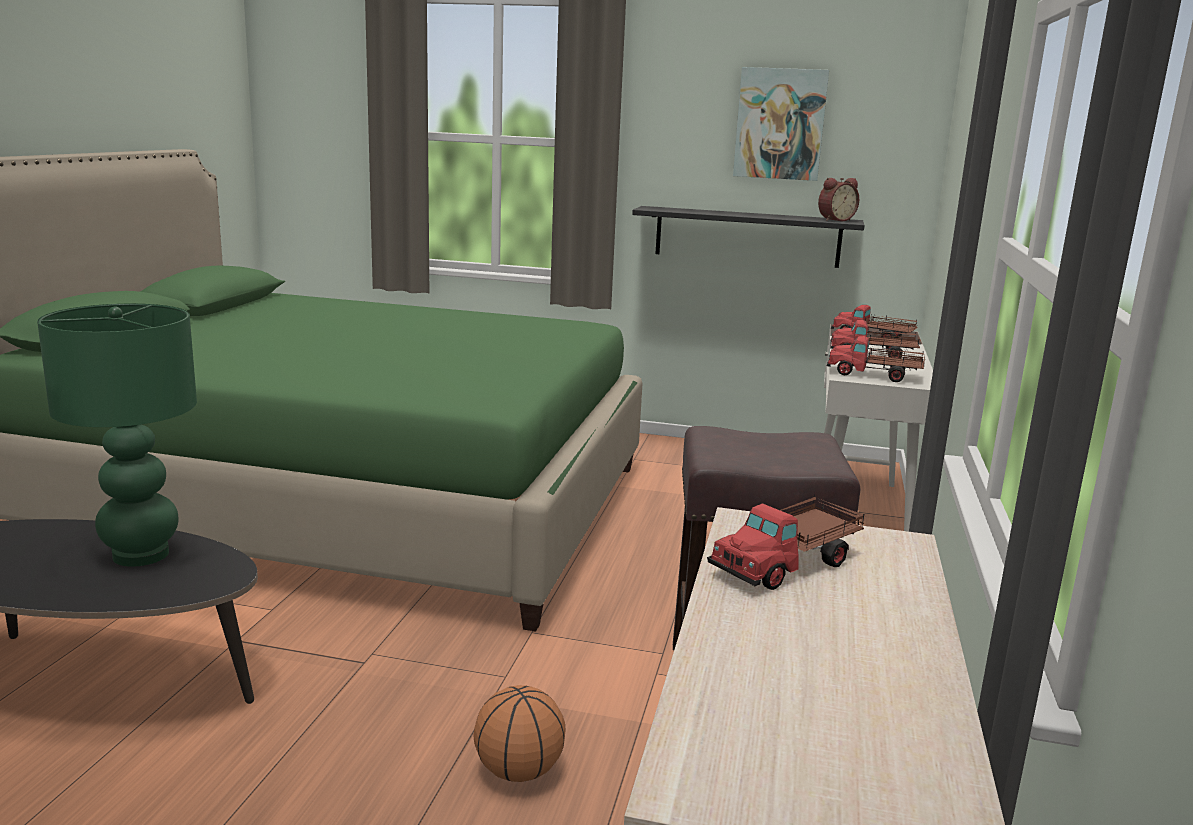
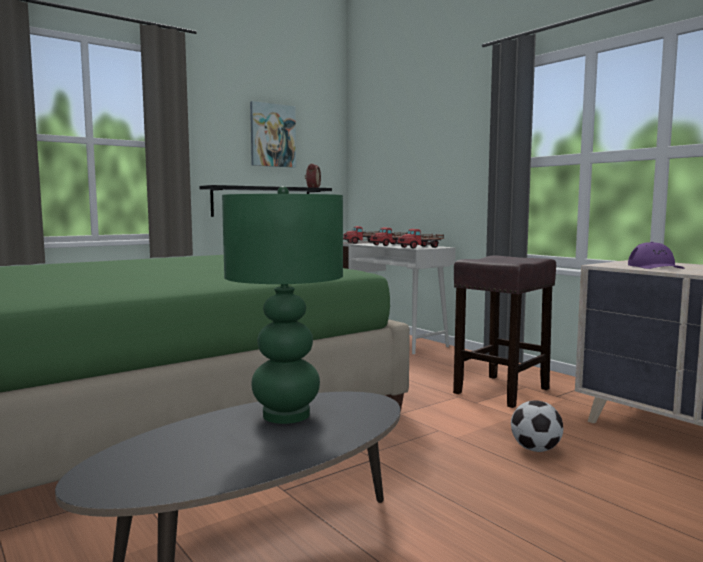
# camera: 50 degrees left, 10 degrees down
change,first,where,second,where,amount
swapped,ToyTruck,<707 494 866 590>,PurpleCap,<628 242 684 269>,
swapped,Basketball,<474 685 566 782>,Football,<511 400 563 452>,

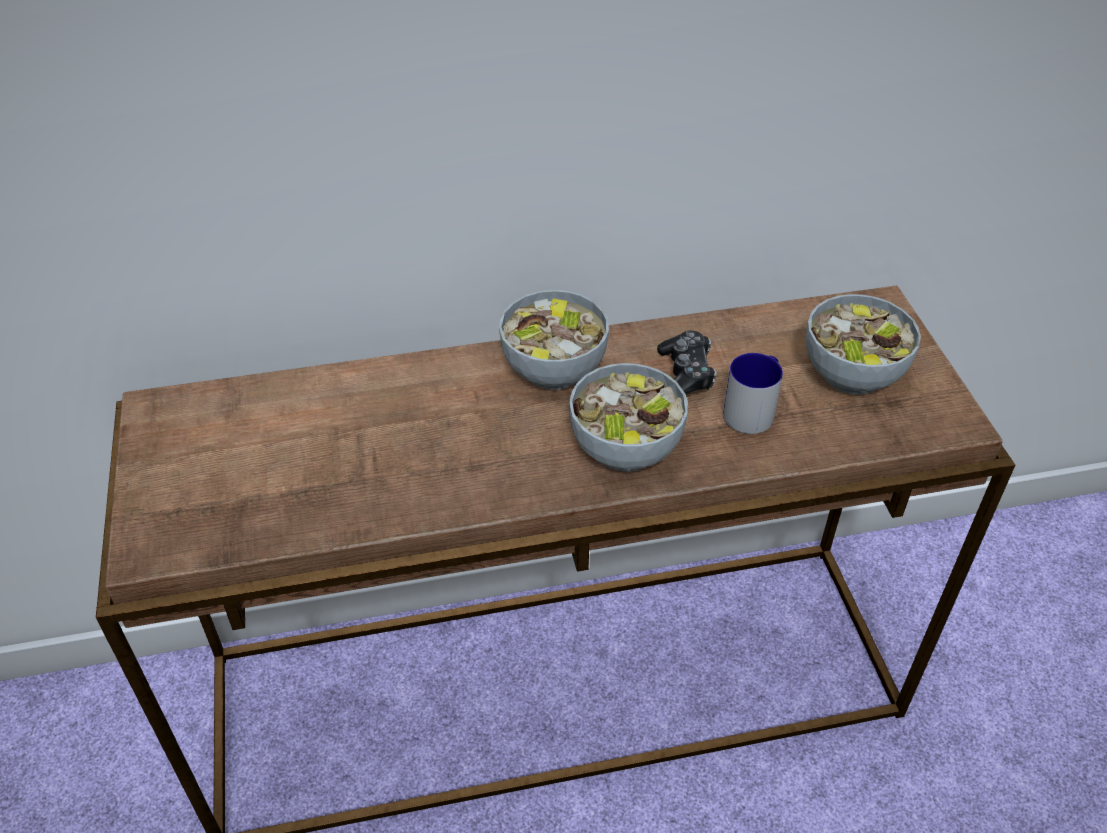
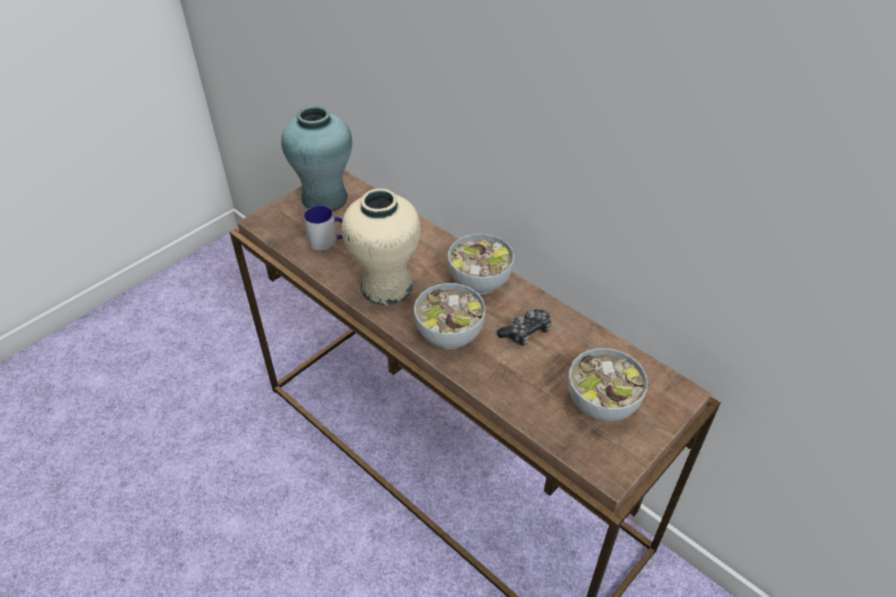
# camera: 55 degrees right, 0 degrees up
change,first,where,second,where,amount
shifted,Mug,<723 353 783 434>,,<304 206 343 251>,
new,,,TurquoiseVase,<281 106 352 211>,
new,,,BeigeVase,<341 188 421 306>,

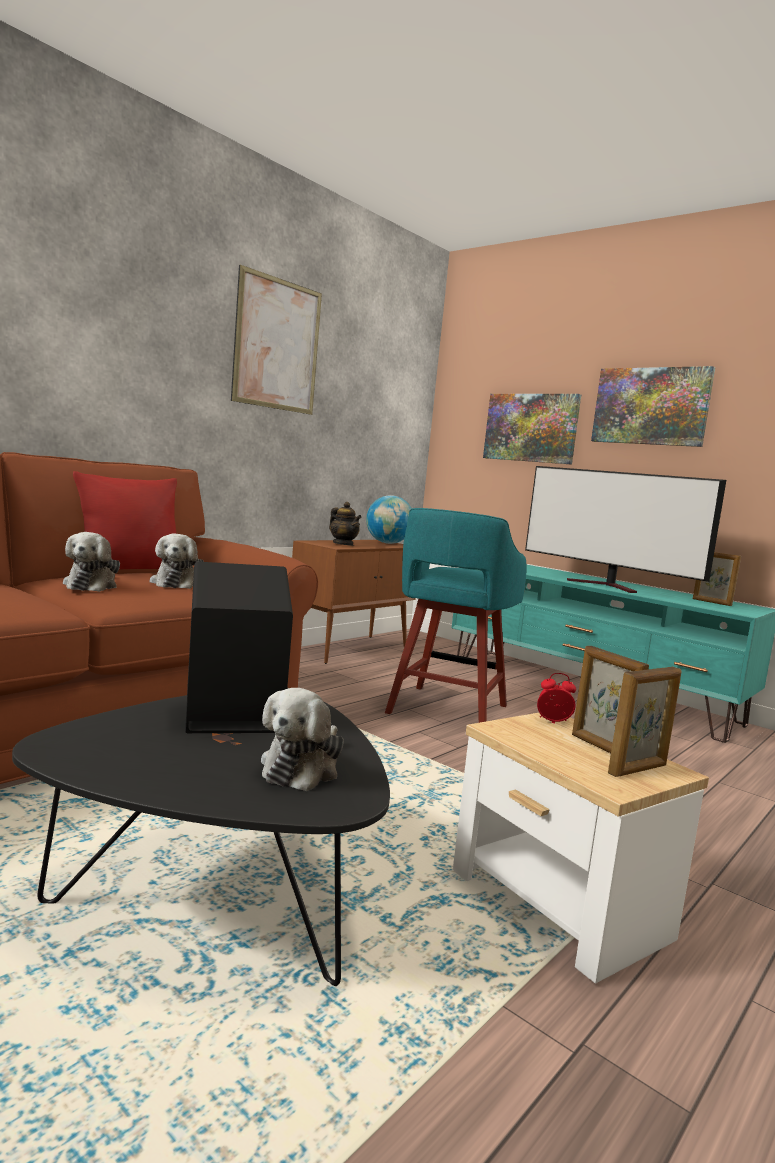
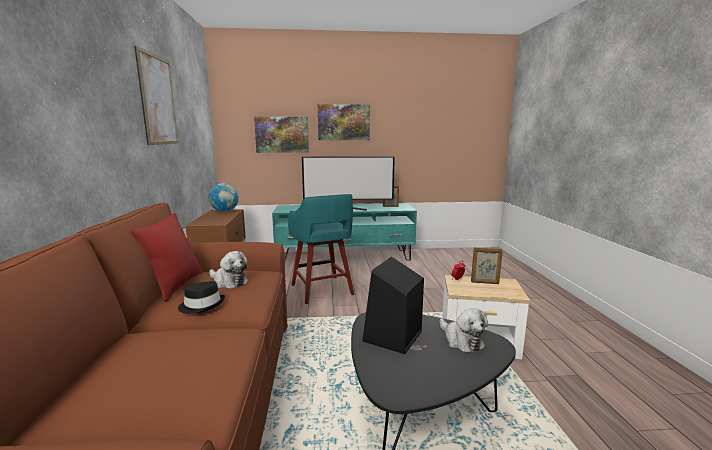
# camera: 45 degrees left, 5 degrees up
change,first,where,second,where,amount
gone,Teapot,<329 502 362 546>,,,
swapped,PlushToy,<63 532 120 592>,BlackHat,<178 281 225 314>,
gone,PictureFrame,<608 667 682 777>,,,

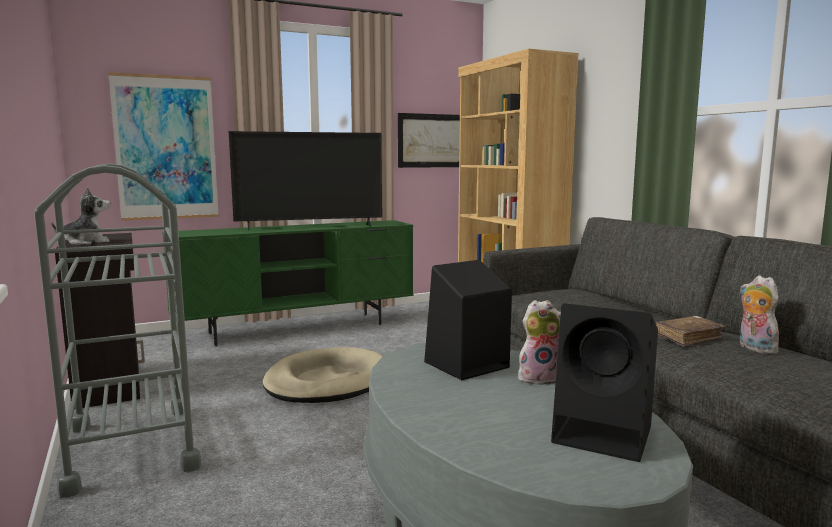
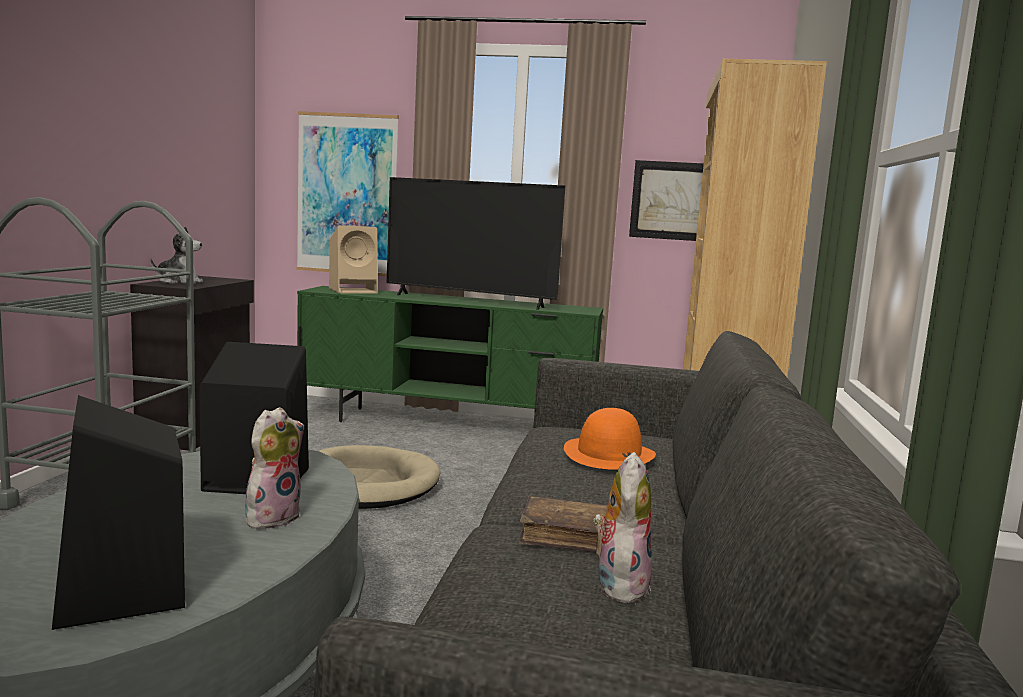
# camera: 35 degrees right, 0 degrees up
change,first,where,second,where,amount
rotated,PlushToy,<518 300 561 385>,,<245 407 304 530>,90 degrees counterclockwise
new,,,BeigeSpeaker,<329 225 378 294>,
new,,,OrangeHat,<564 408 656 470>,

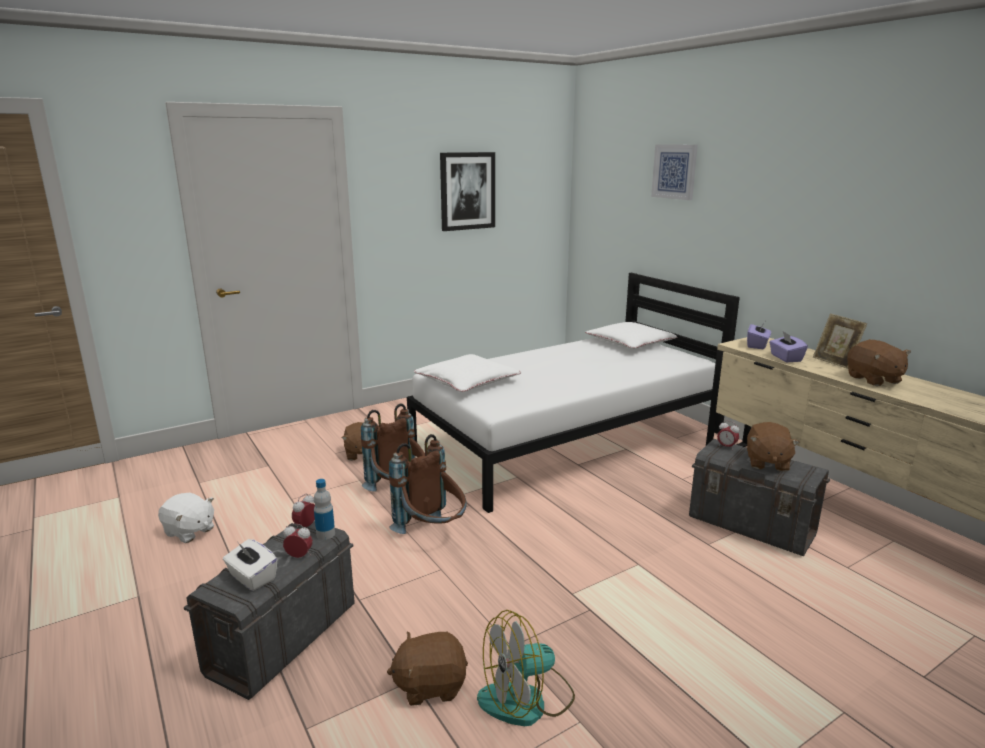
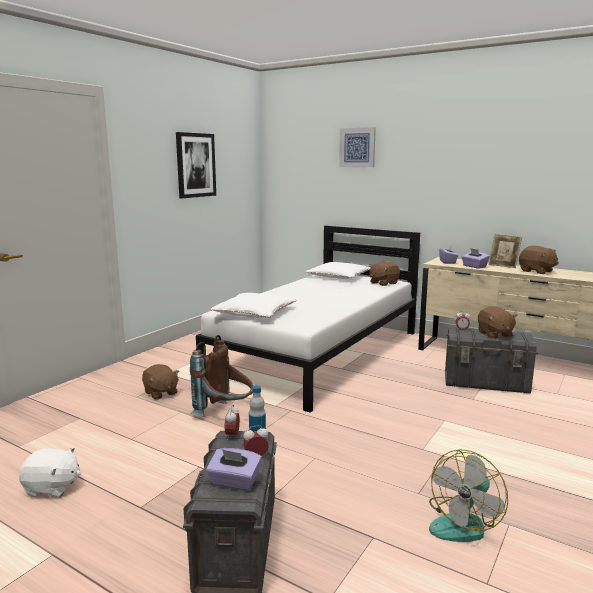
# camera: 25 degrees left, 5 degrees down
change,first,where,second,where,amount
gone,BrownBackpack,<389 434 467 534>,,,
repainted,WhiteTissueBox,<223 539 277 591>,PurpleTissueBox,<206 448 262 491>,
shifted,BrownPlushToy,<387 631 468 706>,,<369 261 400 286>,

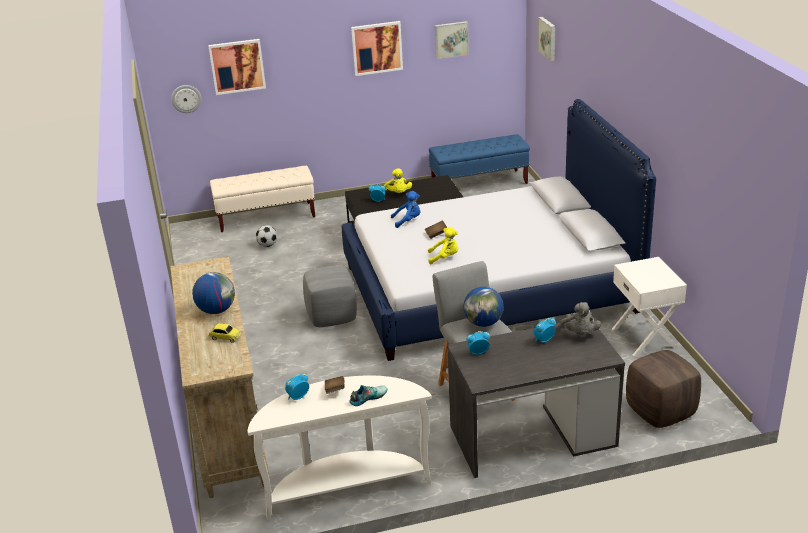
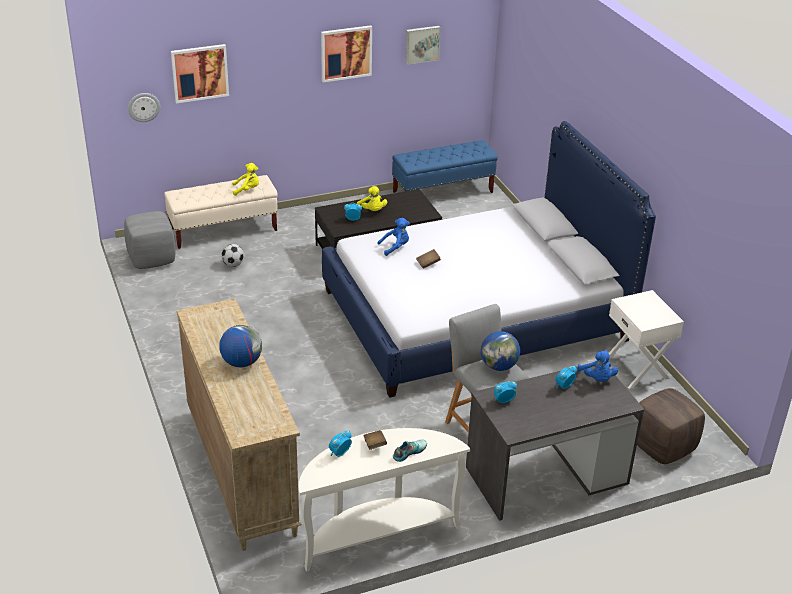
# camera: 10 degrees left, 5 degrees up
change,first,where,second,where,amount
gone,Picture,<538 17 555 61>,,,
shifted,YellowPlushToy,<428 227 458 264>,,<232 163 259 196>,
shifted,GreyOttoman,<303 265 357 327>,,<124 211 175 269>,
repainted,GreyPlushToy,<560 302 601 335>,BluePlushToy,<577 350 618 382>,
gone,ToyCar,<209 323 241 343>,,,

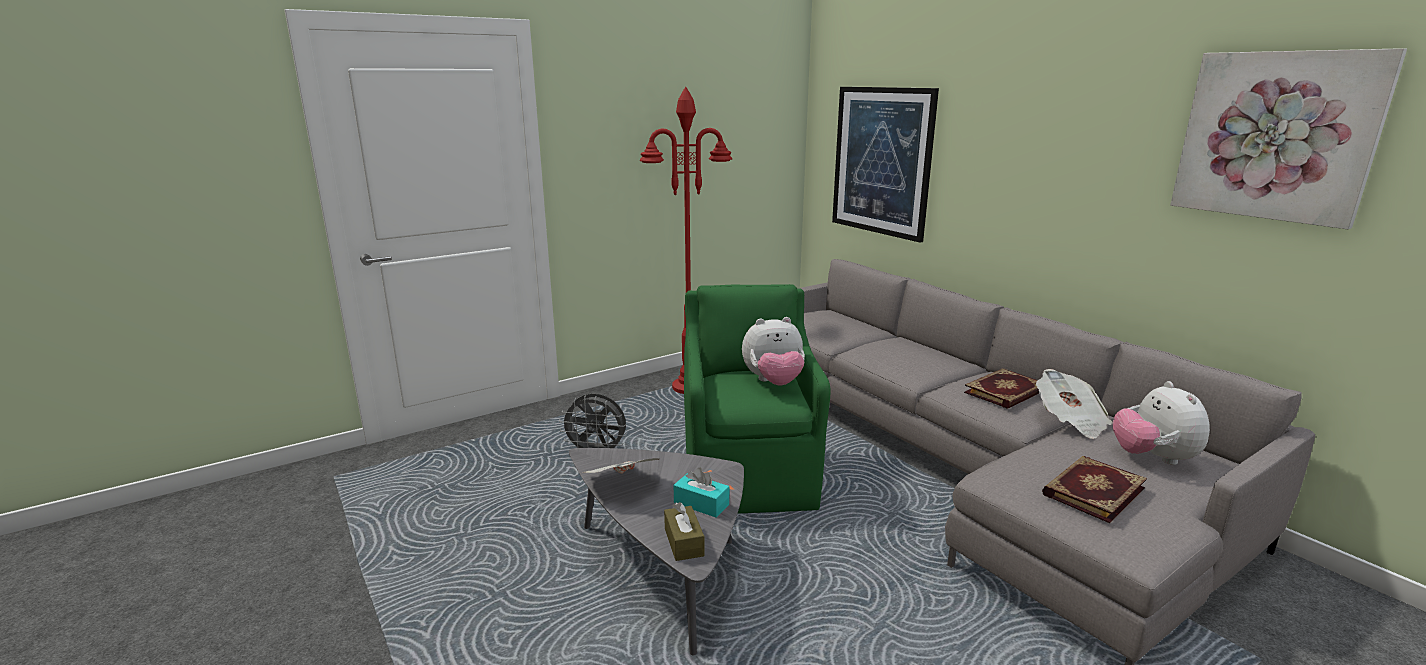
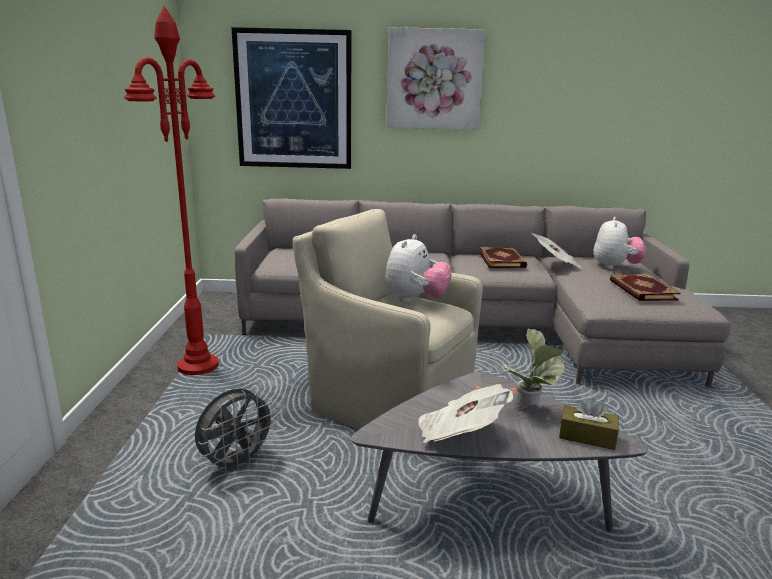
# camera: 55 degrees left, 0 degrees up
change,first,where,second,where,amount
shifted,Picture,<1170 48 1407 229>,,<386 27 486 130>,
repainted,GreenArmchair,<684 284 830 513>,BeigeArmchair,<293 209 483 429>,
rotated,PlushToy,<1113 381 1210 465>,,<593 217 646 269>,105 degrees counterclockwise
swapped,TurquoiseTissueBox,<674 468 729 517>,PottedPlant,<503 328 565 409>,

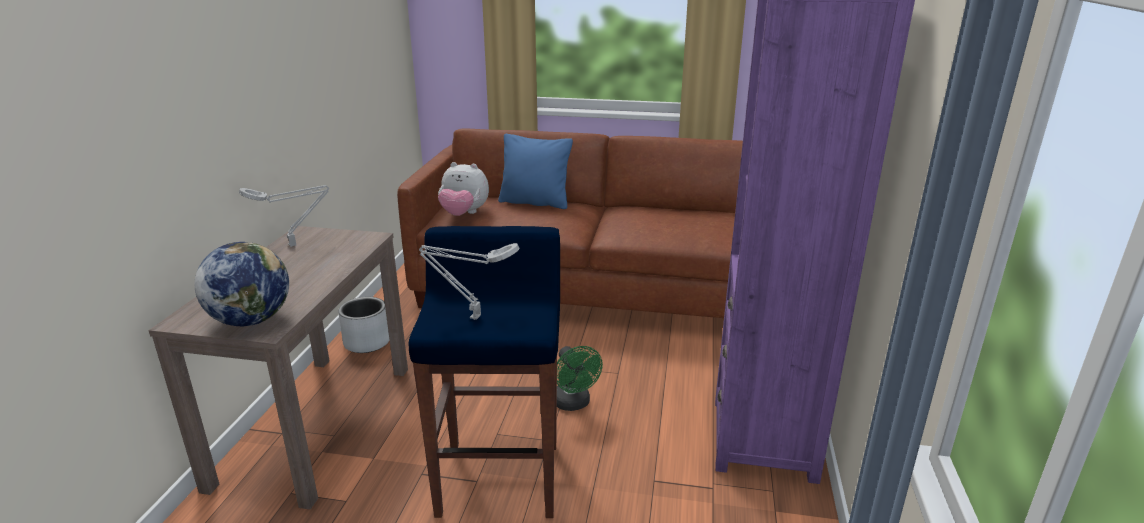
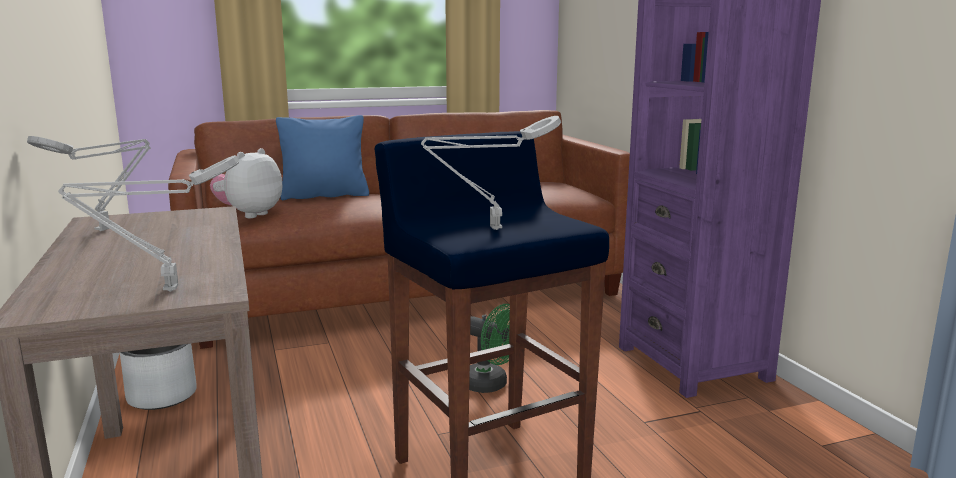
# camera: 30 degrees left, 10 degrees down
change,first,where,second,where,amount
rotated,PlushToy,<438 162 489 216>,,<210 148 282 218>,135 degrees clockwise
swapped,Globe,<195 242 289 326>,GreyTableLamp,<58 155 240 292>,

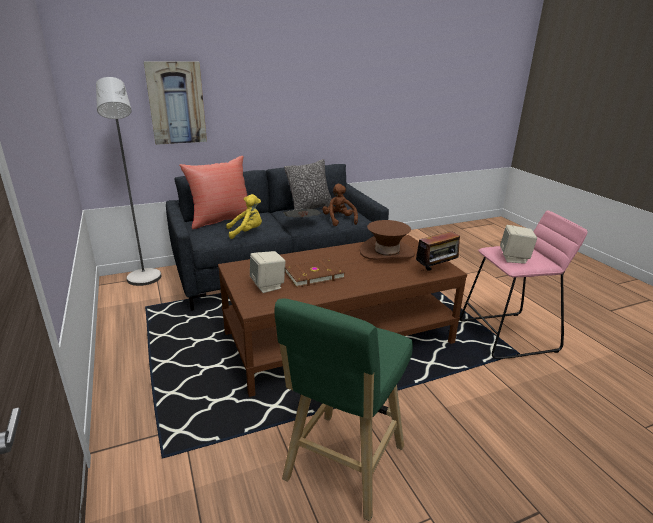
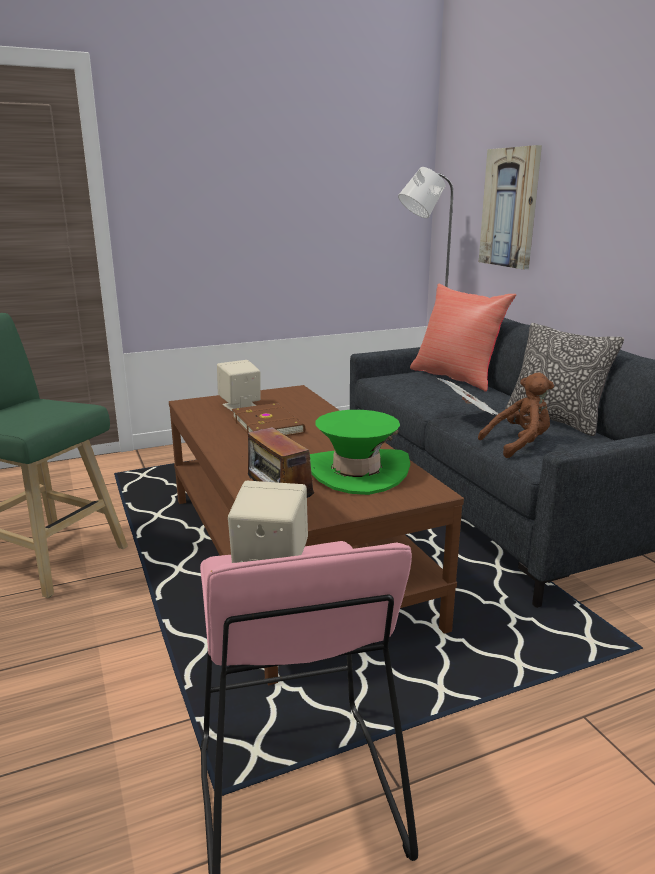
# camera: 90 degrees right, 5 degrees down
change,first,where,second,where,amount
gone,YellowPlushToy,<226 194 262 239>,,,
repainted,BrownHat,<360 220 415 260>,GreenHat,<310 410 410 495>,

